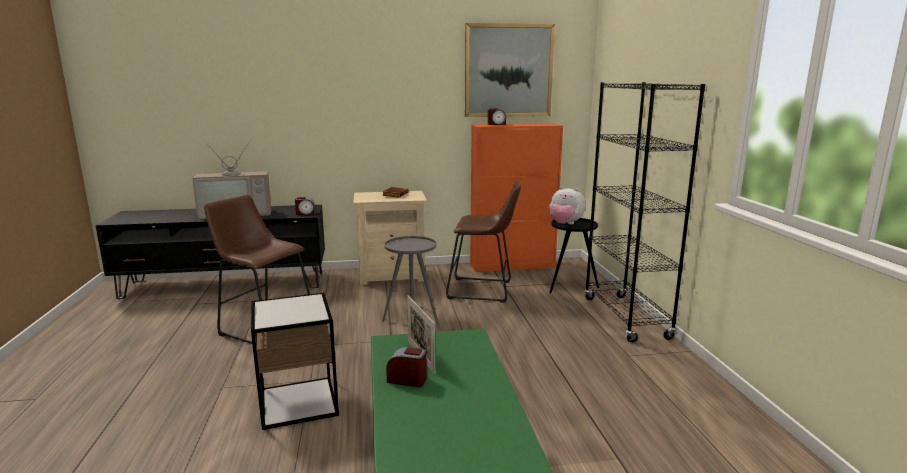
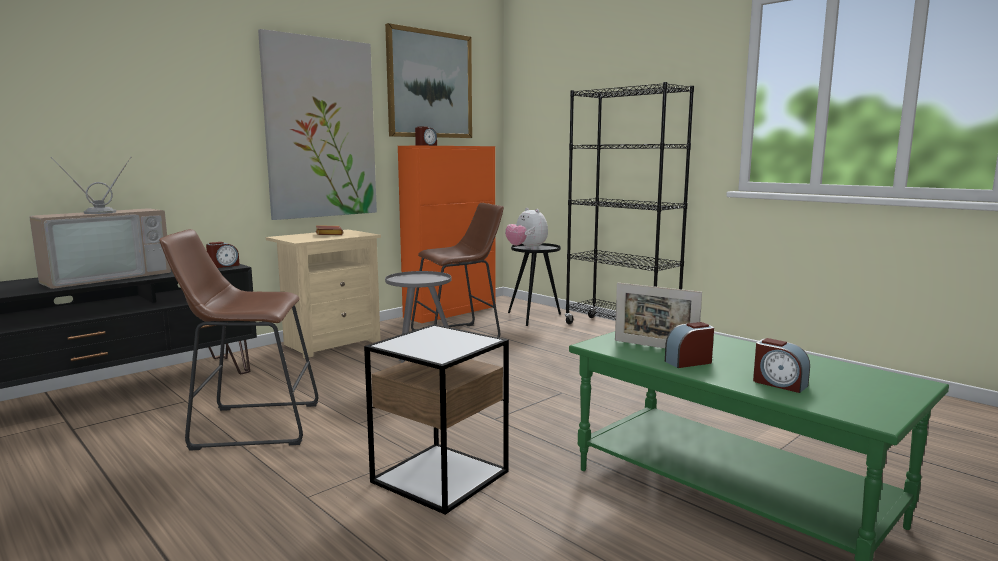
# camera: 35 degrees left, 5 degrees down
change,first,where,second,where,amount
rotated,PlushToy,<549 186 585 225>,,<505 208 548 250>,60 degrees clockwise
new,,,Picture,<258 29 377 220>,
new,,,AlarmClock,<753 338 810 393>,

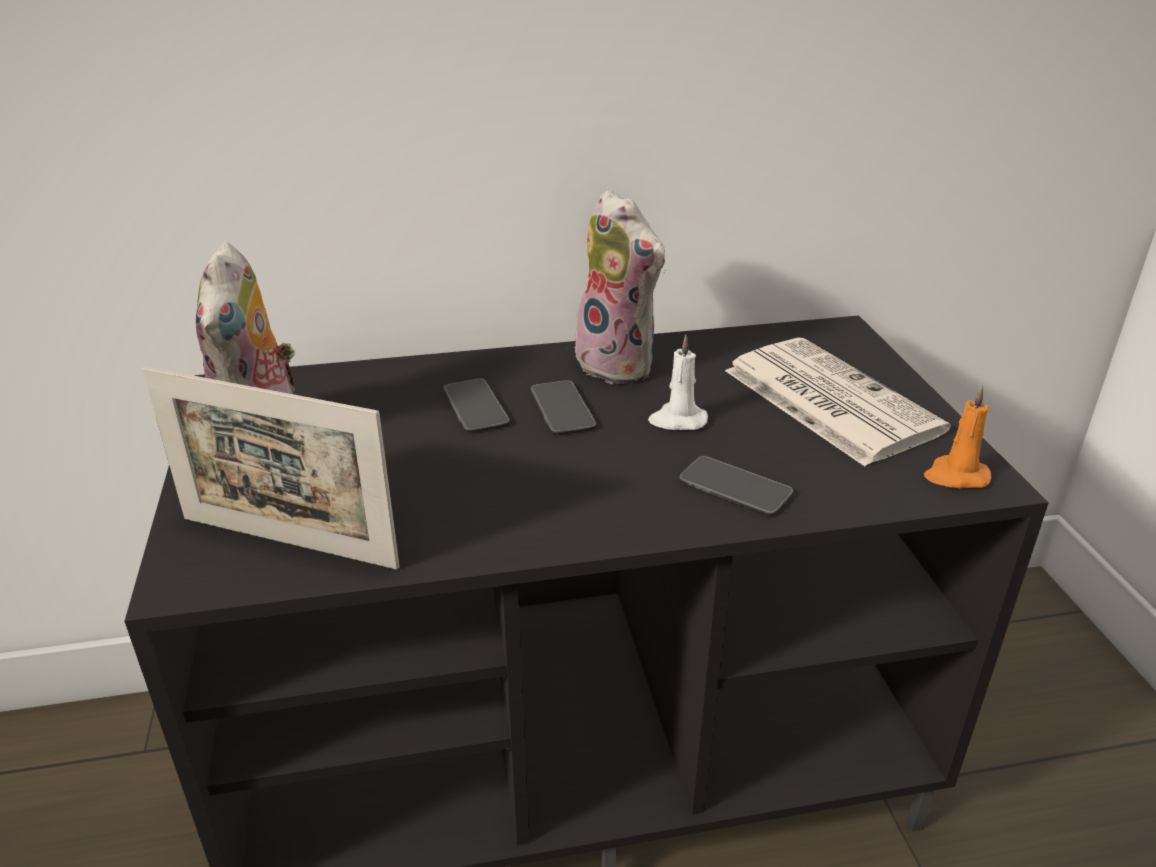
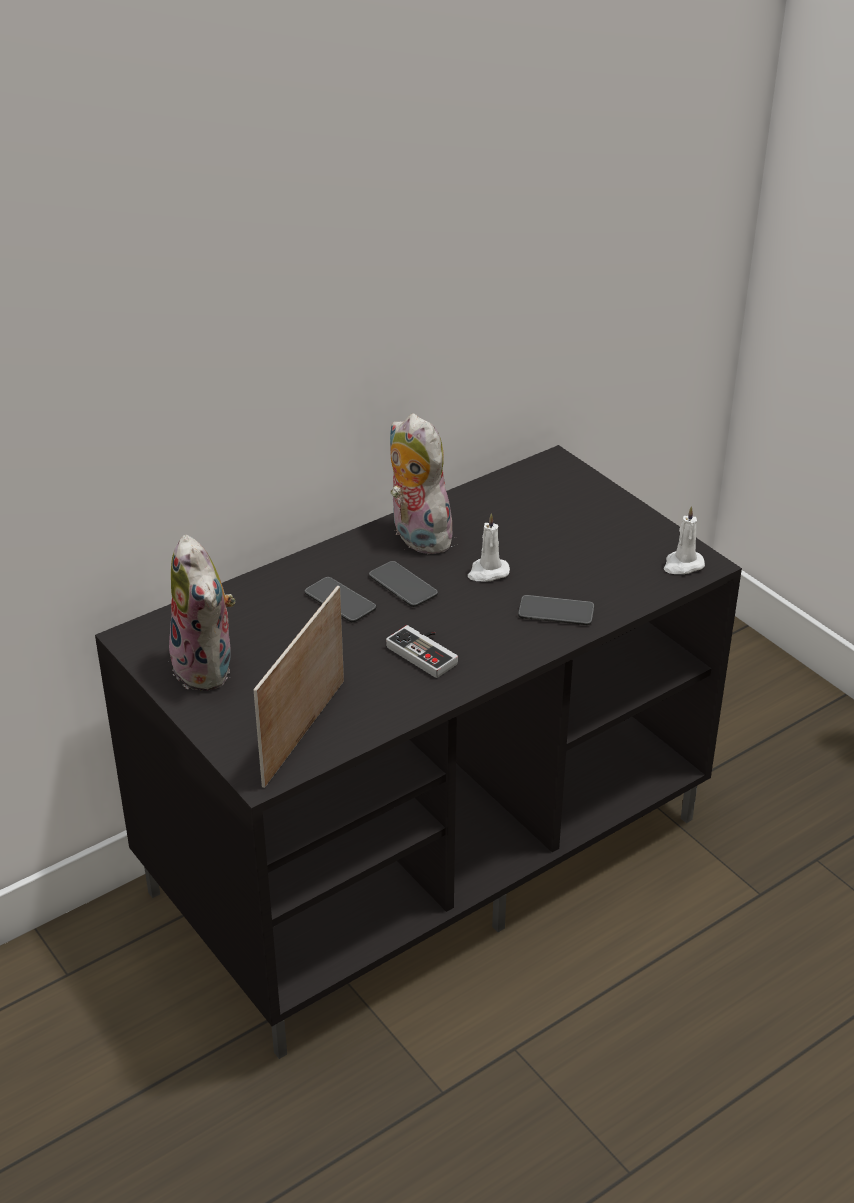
# camera: 25 degrees left, 5 degrees up
change,first,where,second,where,amount
rotated,PlushToy,<571 190 666 384>,,<390 413 455 554>,150 degrees counterclockwise
gone,Newspaper,<725 338 951 466>,,,
rotated,PictureFrame,<142 366 400 570>,,<253 586 344 788>,120 degrees clockwise
repainted,OrangeCandle,<924 385 991 489>,WhiteCandle,<663 506 705 574>,
new,,,GameController,<386 625 458 678>,

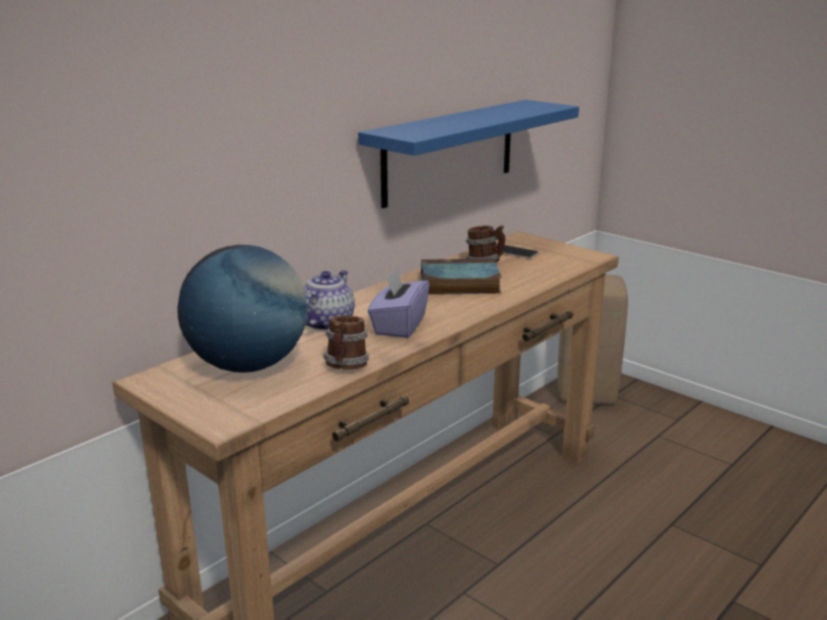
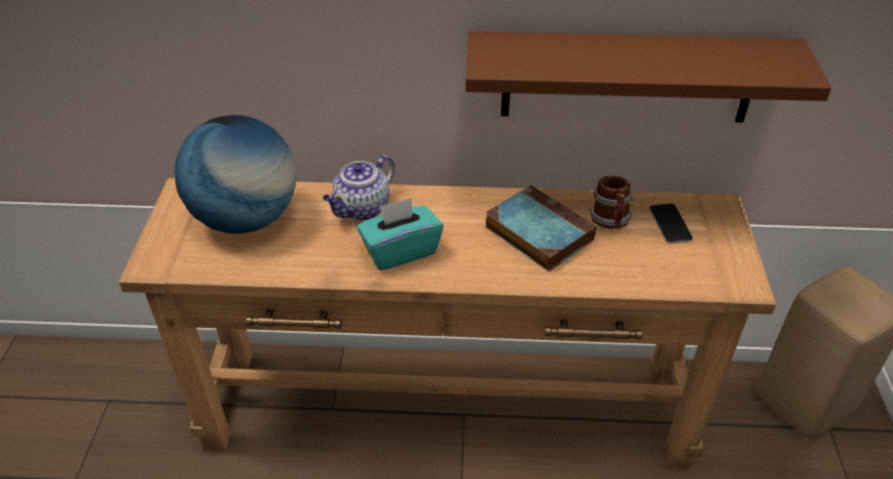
# camera: 50 degrees right, 20 degrees up
change,first,where,second,where,amount
repainted,BlueShelf,<358 100 579 208>,BrownShelf,<466 31 831 122>,
repainted,PurpleTissueBox,<368 268 430 338>,TurquoiseTissueBox,<357 198 443 270>,
rotated,Teapot,<304 270 355 331>,,<323 155 395 220>,150 degrees clockwise
gone,Mug,<323 315 369 370>,,,

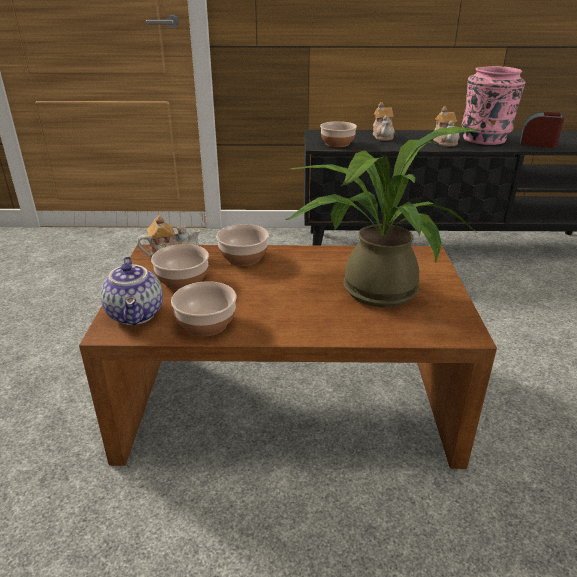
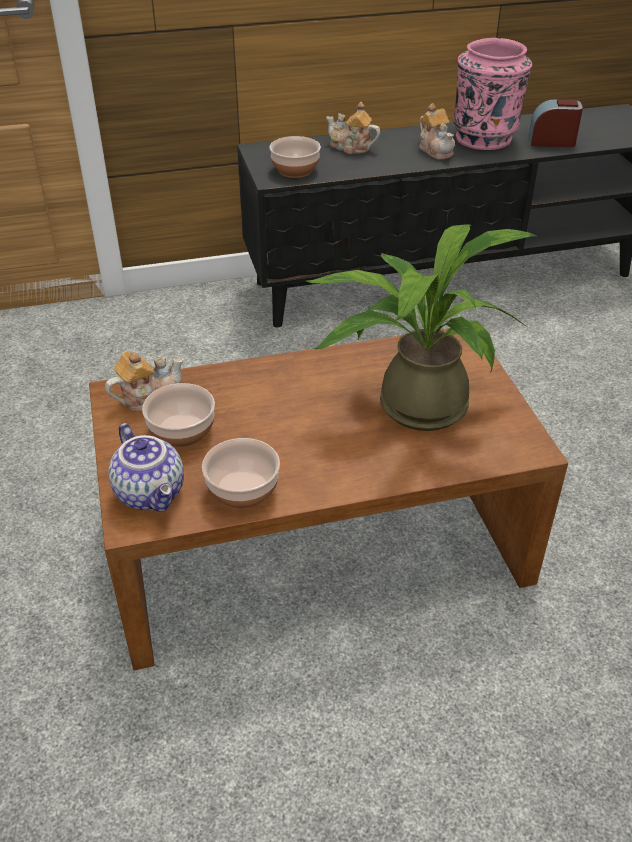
# camera: 15 degrees left, 10 degrees up
change,first,where,second,where,amount
rotated,Teapot,<373 102 395 141>,,<326 102 380 154>,135 degrees clockwise
gone,Bowl,<216 224 269 266>,,,

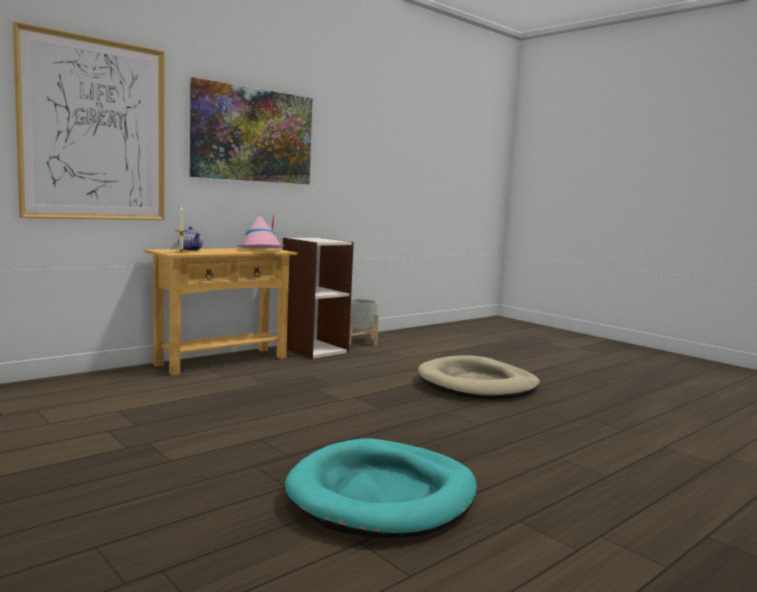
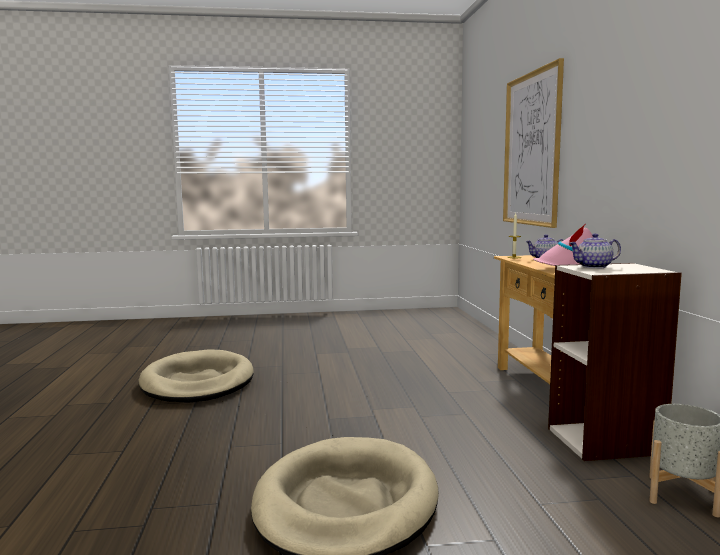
# camera: 125 degrees right, 0 degrees up
change,first,where,second,where,amount
gone,Picture,<190 77 312 184>,,,
repainted,TurquoiseDogBed,<285 439 477 538>,BeigeDogBed,<139 349 254 402>,
new,,,Teapot,<569 233 621 269>,

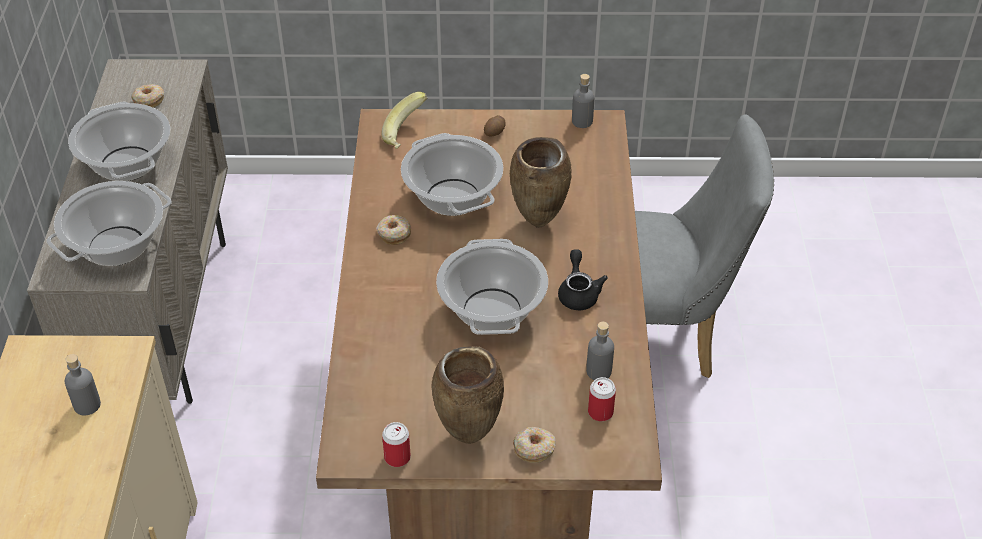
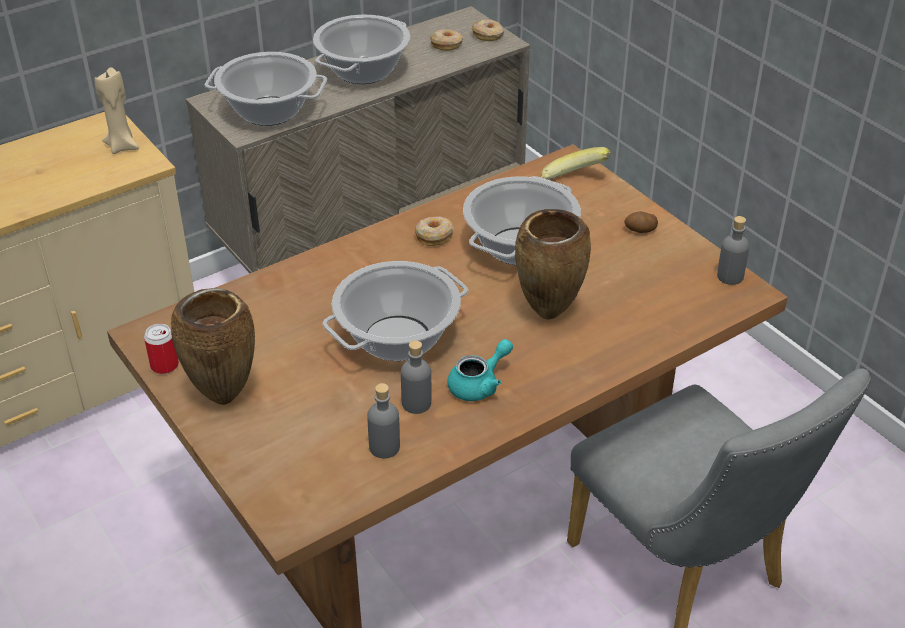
# camera: 55 degrees right, 5 degrees down
change,first,where,second,where,amount
repainted,BlackTeapot,<558 249 608 310>,TurquoiseTeapot,<447 339 513 401>,
shifted,GreyBottle,<65 354 101 415>,,<401 340 431 414>,
gone,Can,<588 377 616 421>,,,
shifted,Donut,<513 427 556 463>,,<472 20 504 41>,
new,,,BeigeCandle,<95 67 139 154>,

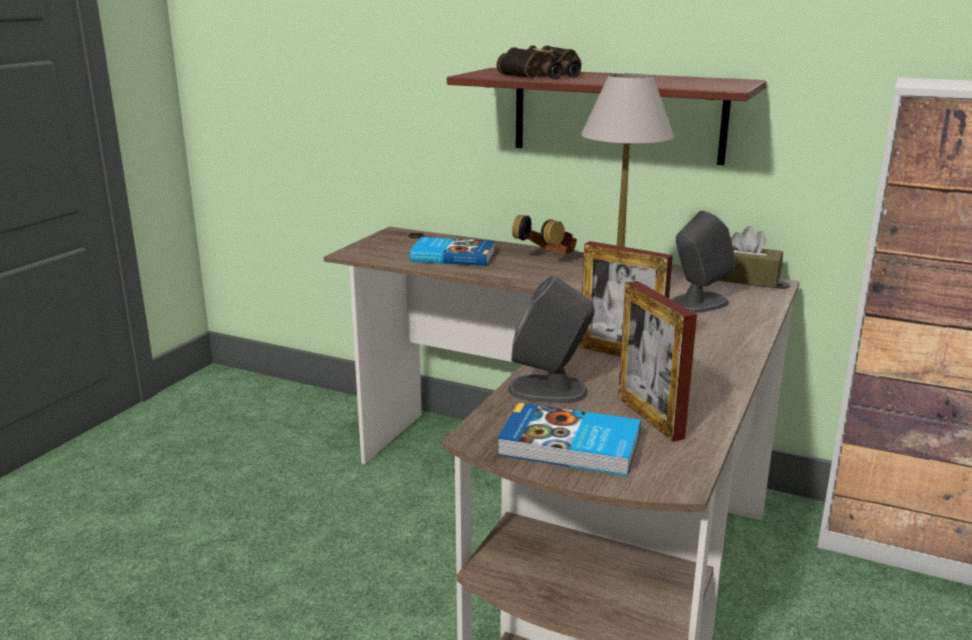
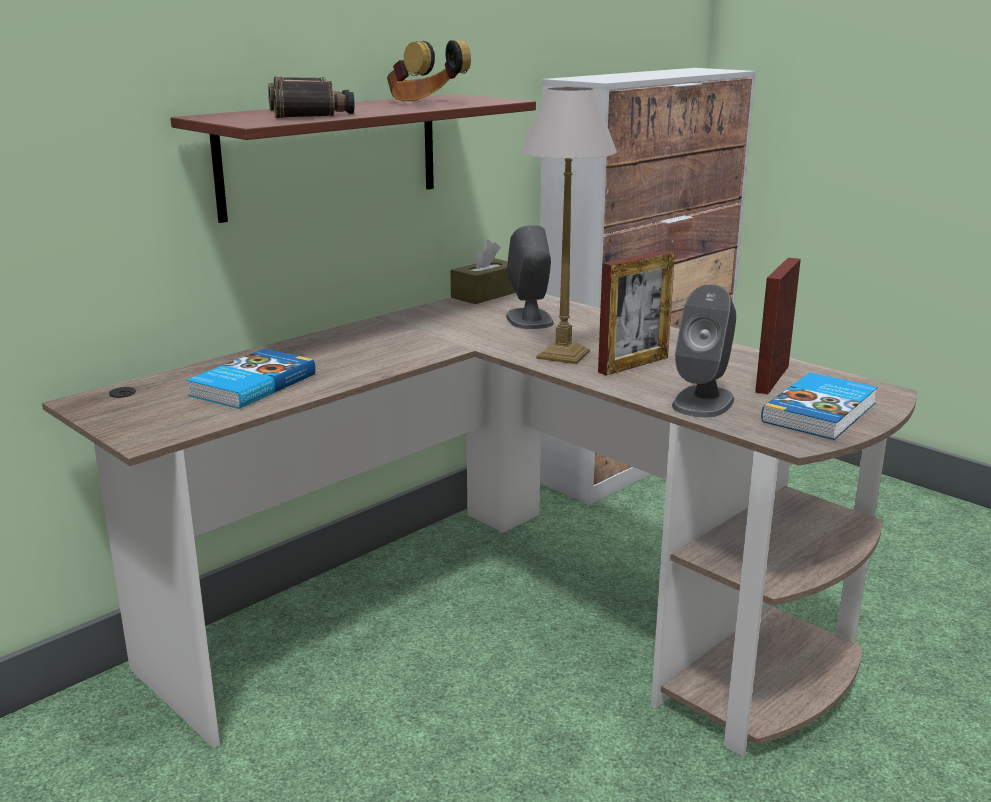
# camera: 70 degrees left, 0 degrees up
change,first,where,second,where,amount
shifted,Headphones,<512 215 577 254>,,<387 40 471 101>,
rotated,PictureFrame,<618 281 697 442>,,<755 258 801 394>,120 degrees clockwise

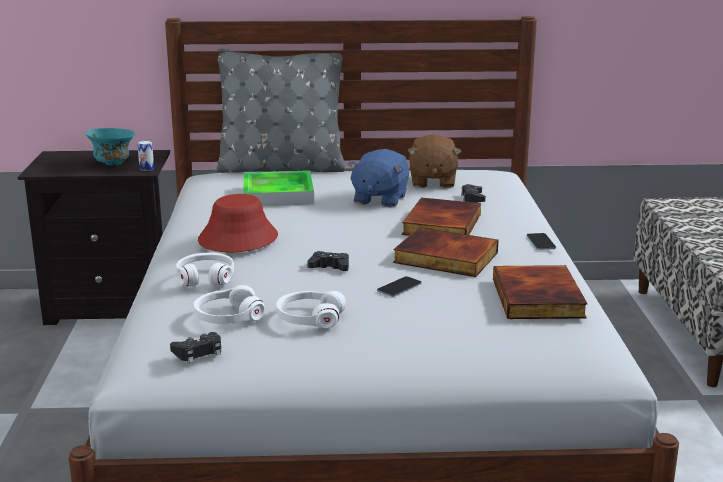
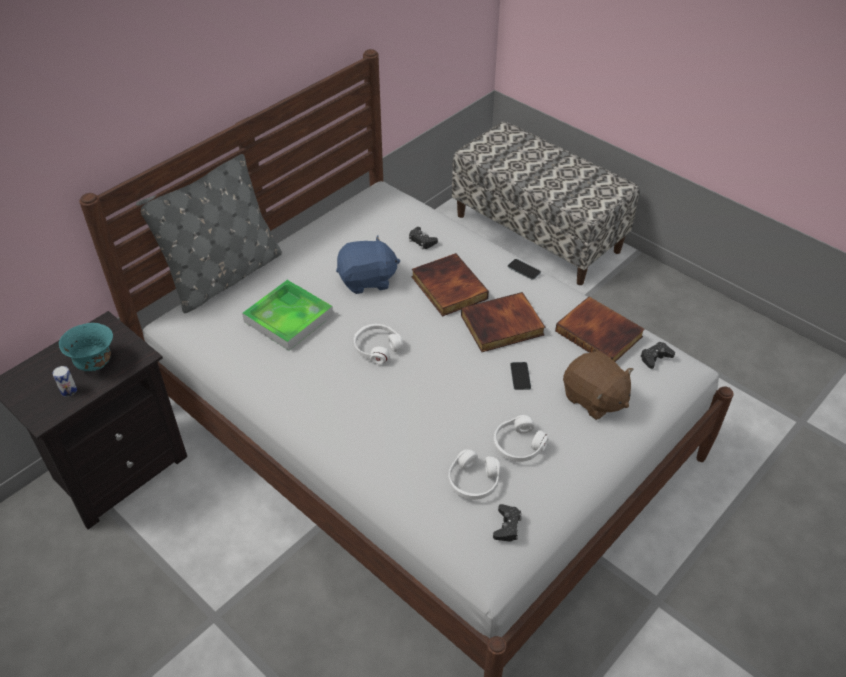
# camera: 45 degrees left, 25 degrees up
change,first,where,second,where,amount
shifted,BrownPlushToy,<407 134 462 188>,,<563 351 634 420>,
shifted,Can,<137 141 154 171>,,<52 366 77 397>,
rotated,BluePlushToy,<348 149 410 207>,,<336 236 400 294>,75 degrees counterclockwise
gone,RedHat,<198 194 278 252>,,,
shifted,BlackGameController,<307 251 349 271>,,<641 342 675 369>,
shifted,WhiteHeadphones,<176 253 234 286>,,<354 324 403 364>,

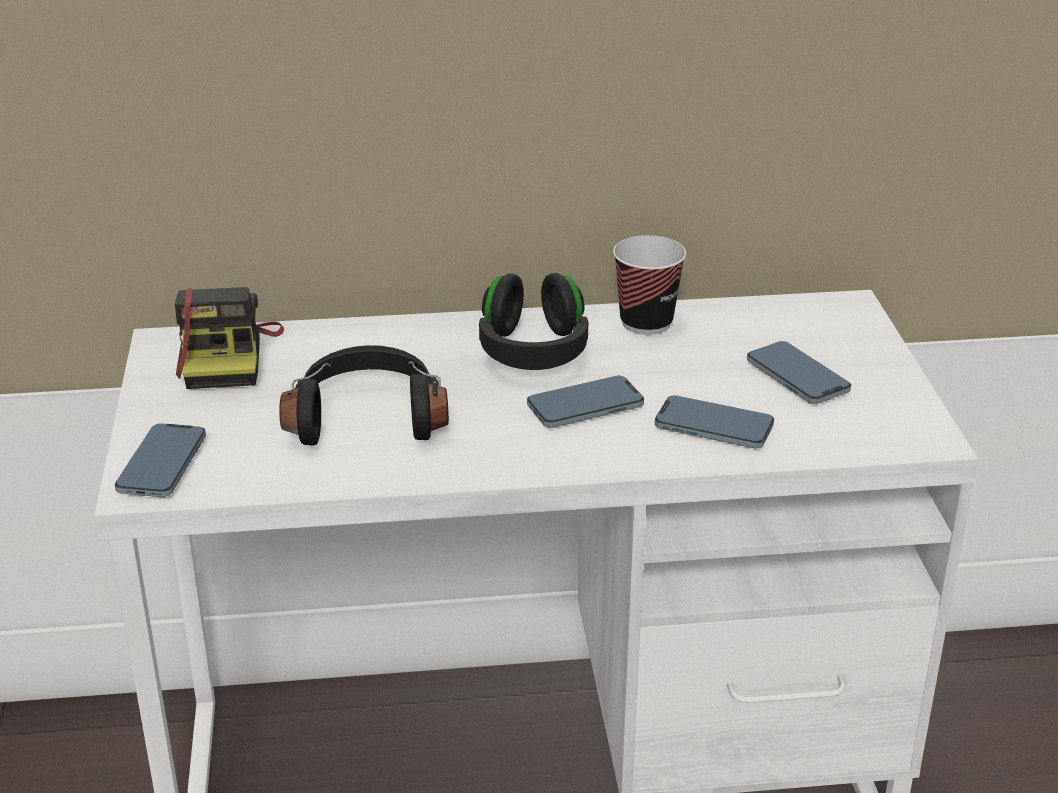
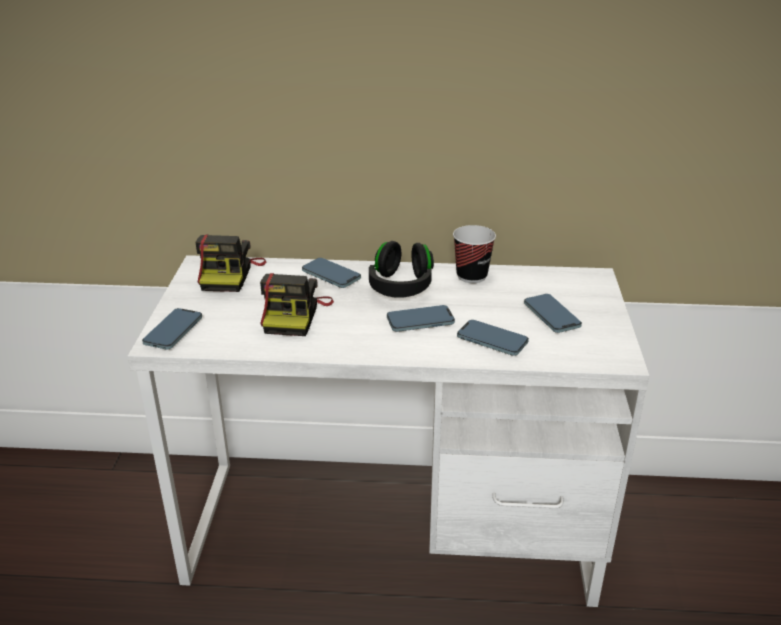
# camera: 10 degrees right, 0 degrees up
change,first,where,second,where,amount
swapped,BlackHeadphones,<279 345 449 446>,PhotoCamera,<260 273 334 336>,
new,,,Phone,<302 258 361 288>,

